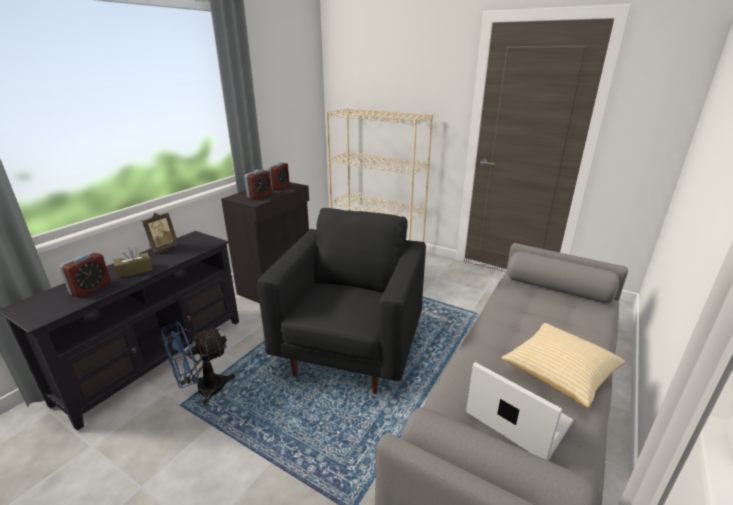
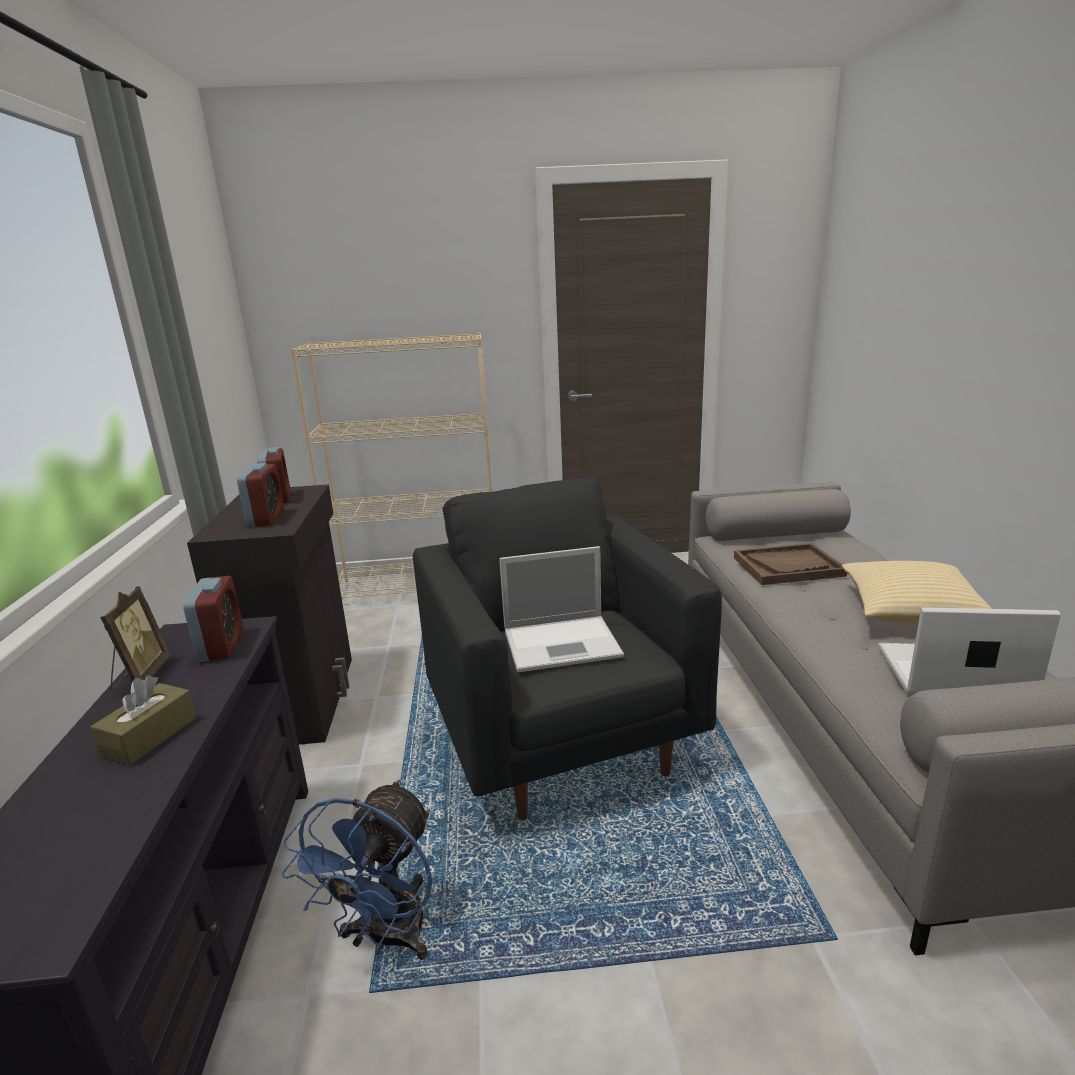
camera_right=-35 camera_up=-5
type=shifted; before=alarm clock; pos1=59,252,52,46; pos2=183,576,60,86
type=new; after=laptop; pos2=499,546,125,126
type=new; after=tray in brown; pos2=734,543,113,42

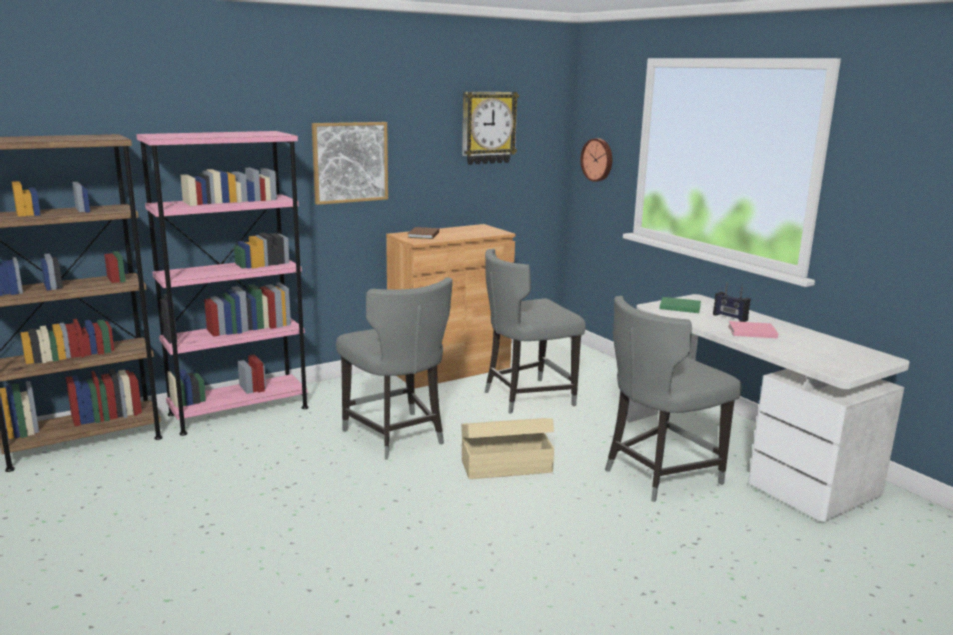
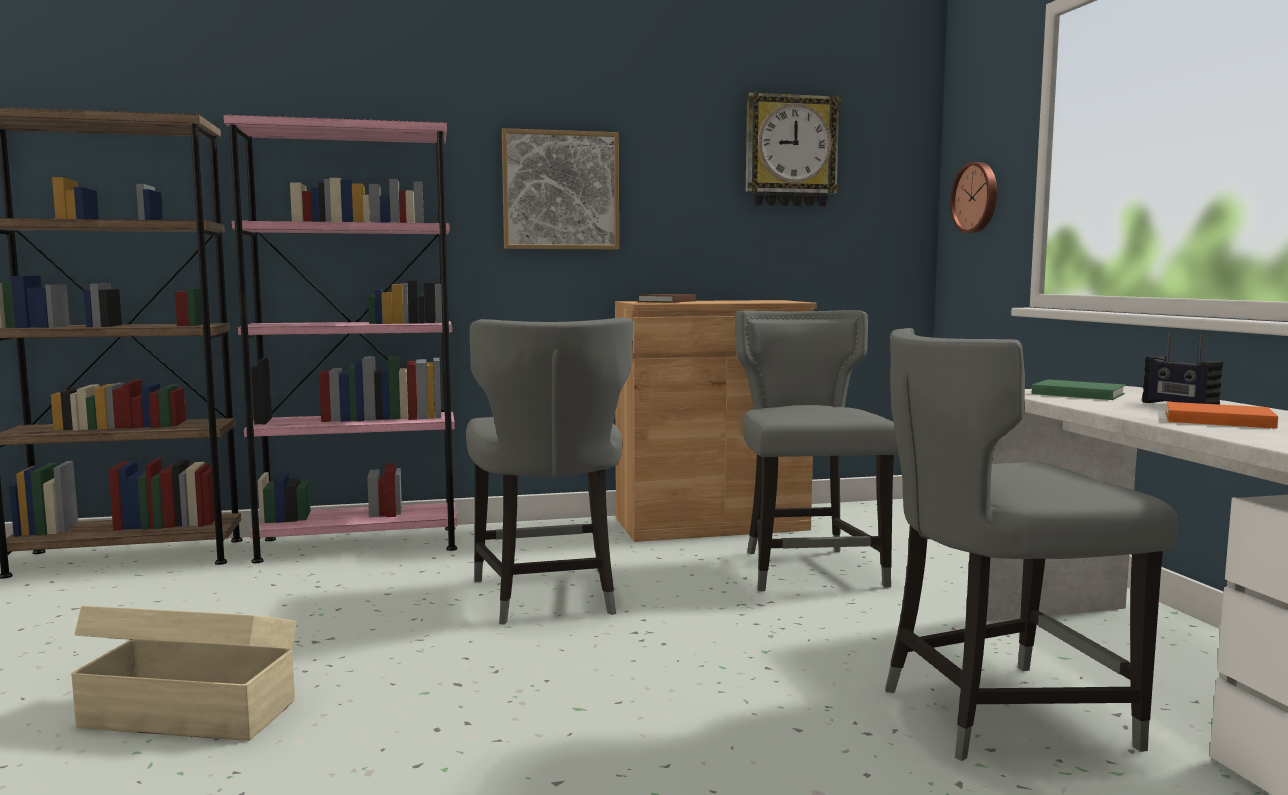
camera_right=20 camera_up=-10
type=shifted; before=storage box in beige; pos1=461,418,93,61; pos2=71,606,225,135
type=rotated; before=chair in grey; pos1=485,249,101,165; pos2=735,310,163,281; turn=90
type=repainted; before=book in pink; after=book in orange; pos1=728,321,50,17; pos2=1166,402,112,27

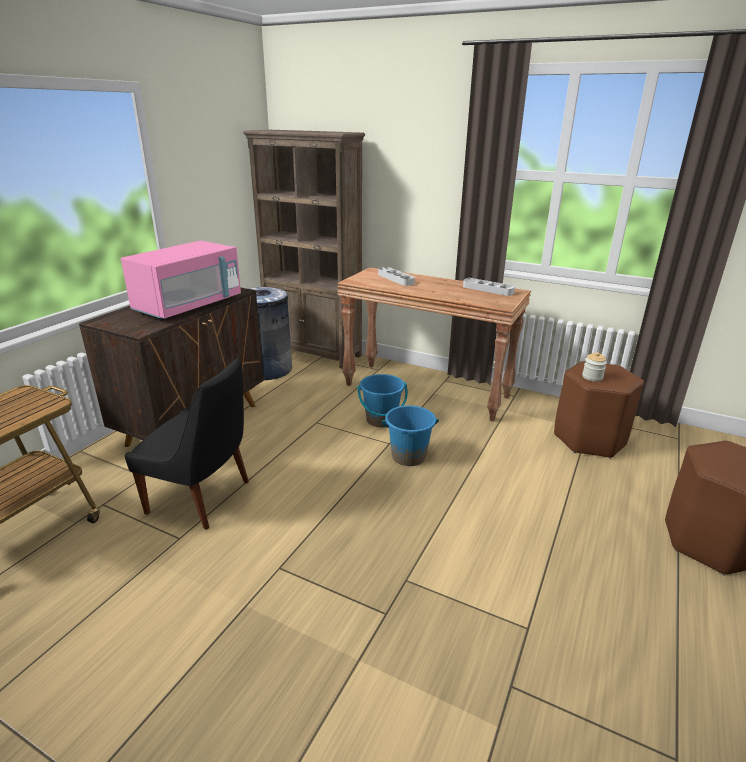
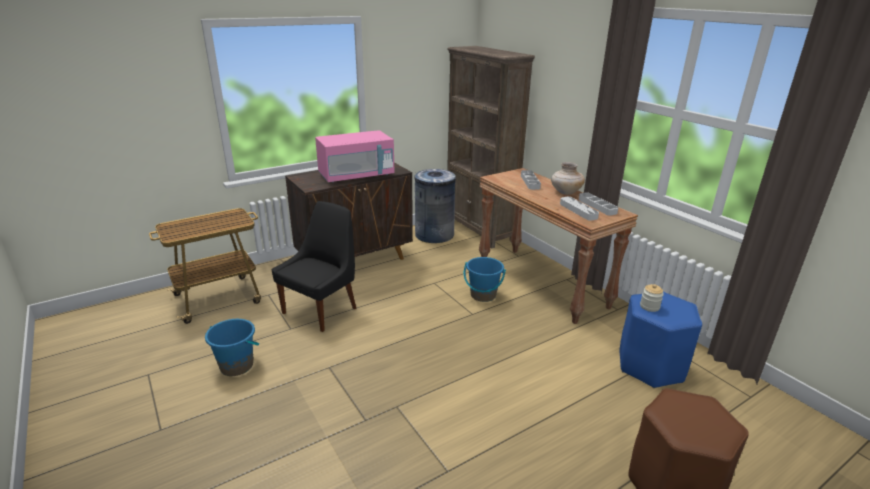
camera_right=30 camera_up=0
type=rotated; before=chair in black; pos1=124,358,125,172; pos2=272,201,84,131; turn=-105
type=shifted; before=bucket in blue; pos1=382,405,57,61; pos2=205,319,54,57
type=repainted; before=stool in brown; after=stool in blue; pos1=554,361,90,98; pos2=619,292,83,96
type=new; after=vase in beige; pos2=551,162,34,33
type=new; after=tray in grey; pos2=560,196,39,25

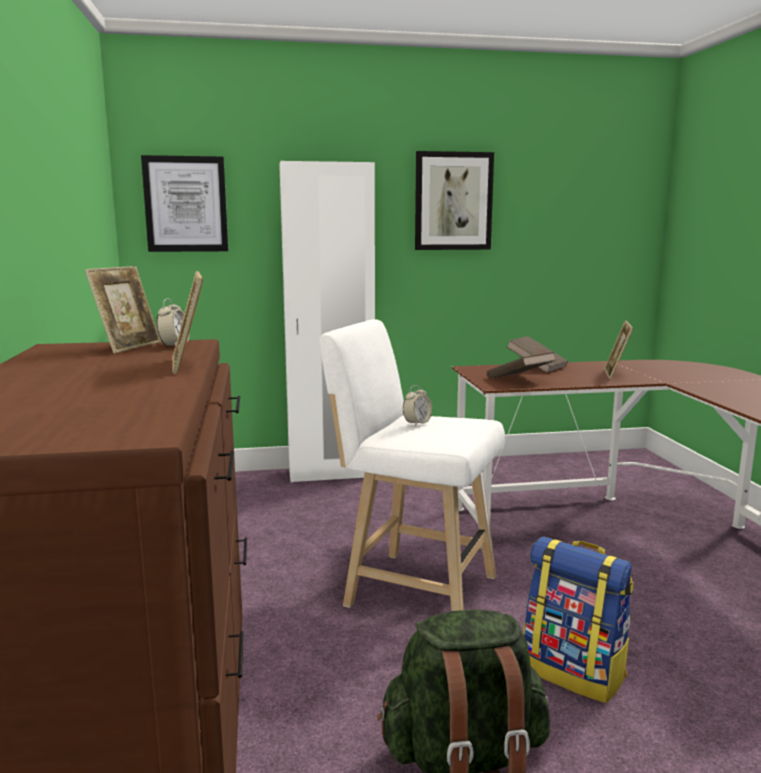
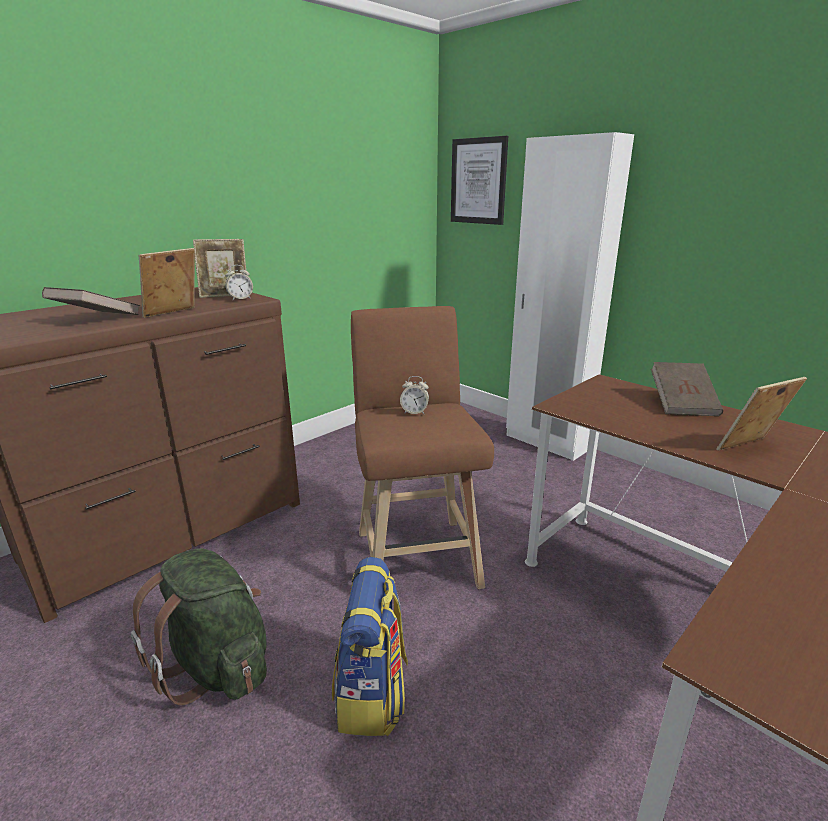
camera_right=55 camera_up=10
type=repainted; before=stool in white; after=stool in brown; pos1=319,319,186,292; pos2=351,306,143,283
type=gone; before=picture; pos1=415,151,79,99
type=shifted; before=book in brown; pos1=487,352,69,27; pos2=42,287,98,28

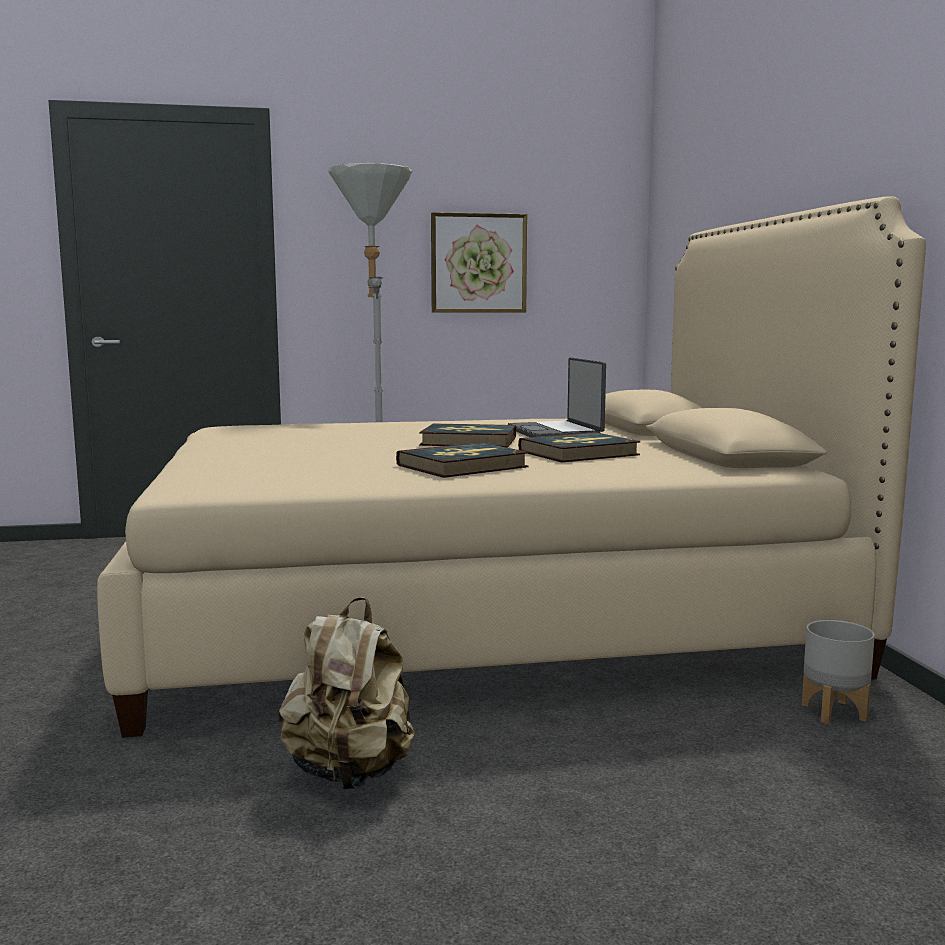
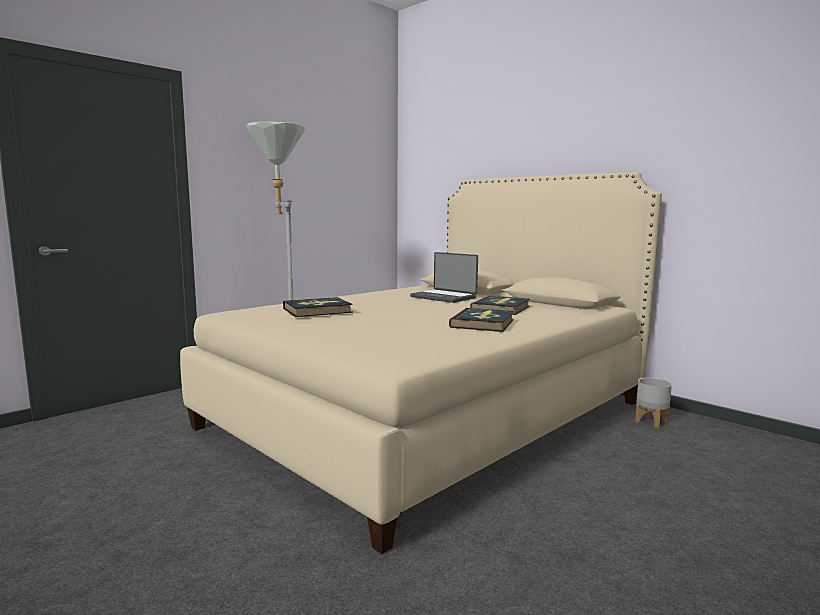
camera_right=-35 camera_up=0
type=gone; before=backpack in beige; pos1=279,597,135,193
type=shifted; before=book; pos1=419,423,97,25; pos2=283,297,70,20
type=gone; before=picture; pos1=431,212,96,101

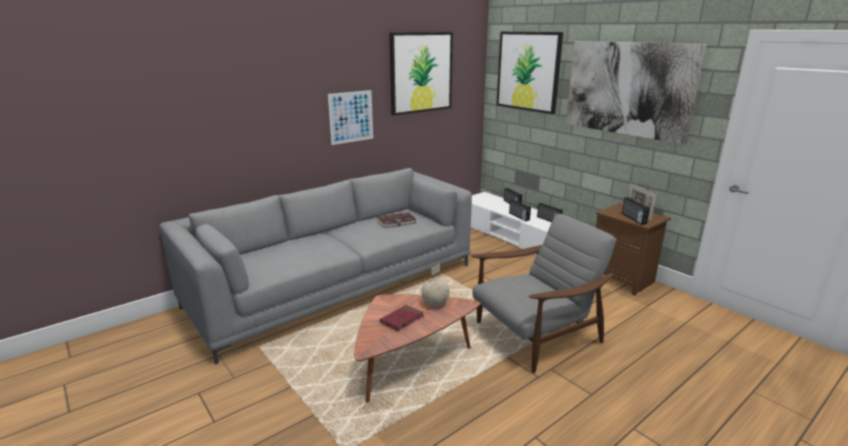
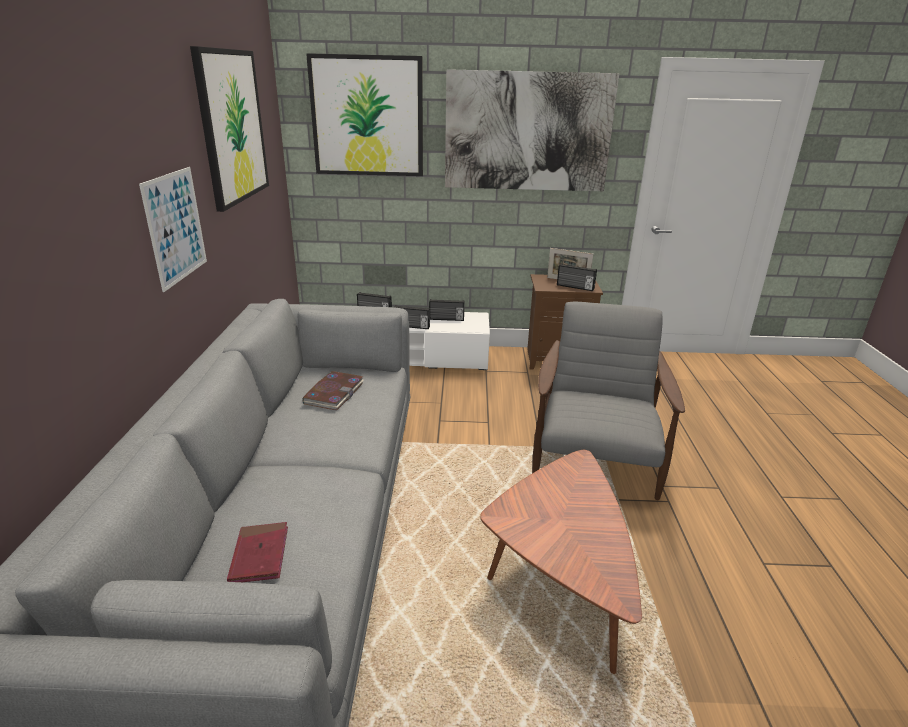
camera_right=-50 camera_up=5
type=shifted; before=book in red; pos1=380,305,44,26; pos2=227,522,61,60
type=gone; before=globe; pos1=422,263,28,43

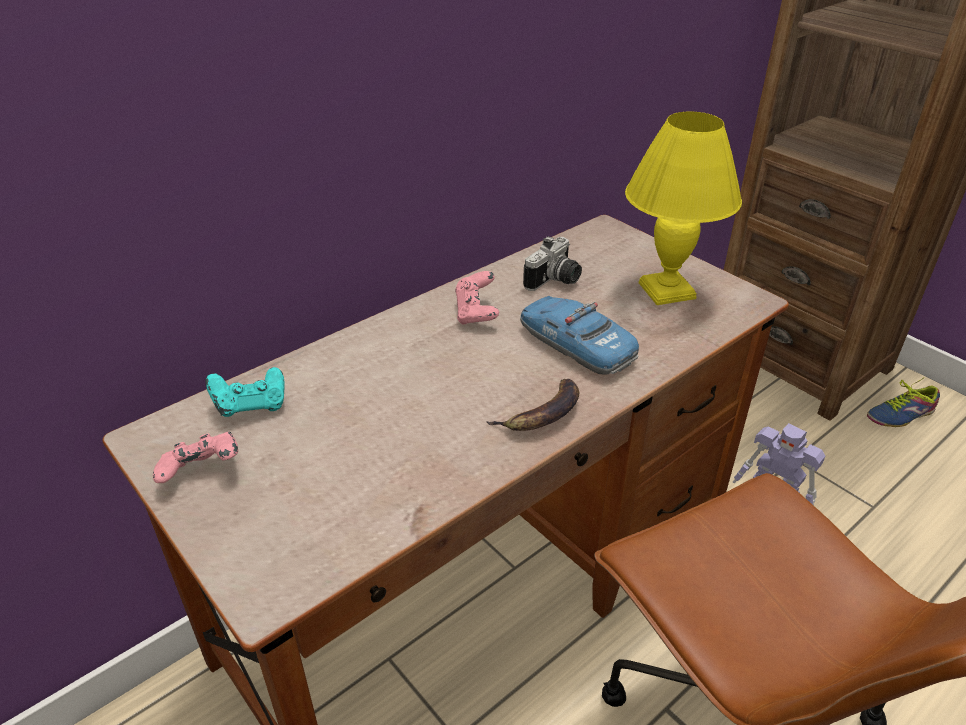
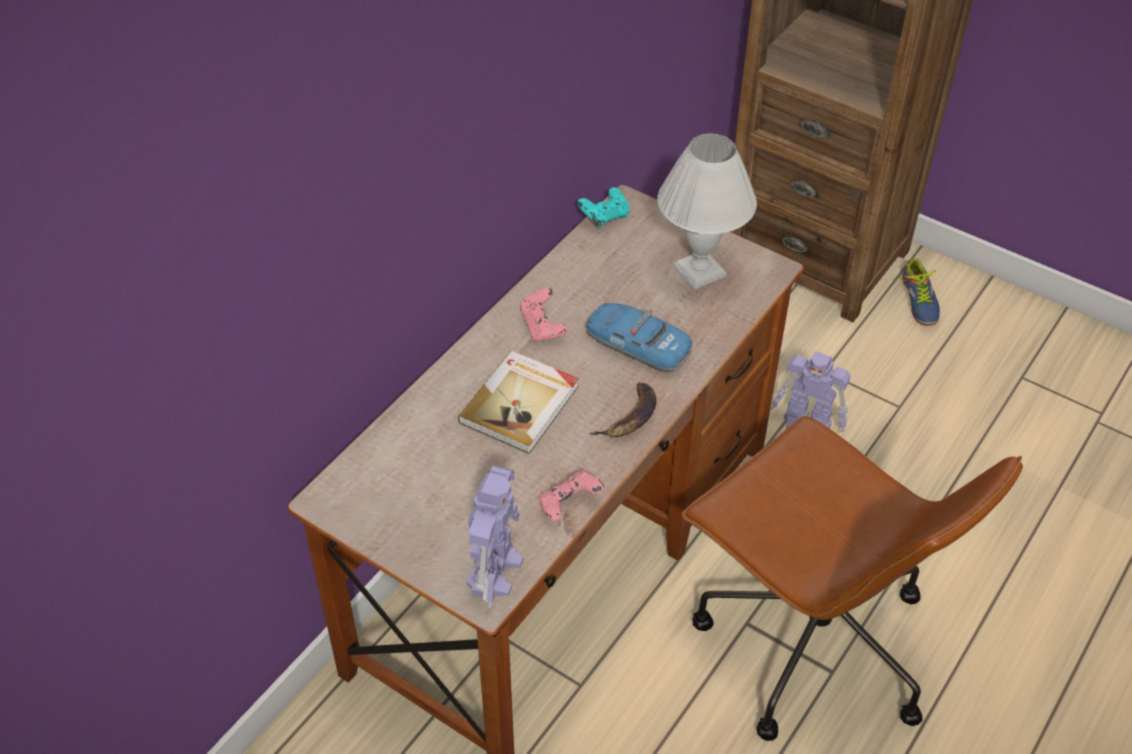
camera_right=-15 camera_up=10
type=shifted; before=game controller in pink; pos1=153,432,85,51; pos2=539,470,65,51
type=shifted; before=game controller in turquoise; pos1=205,367,80,50; pos2=577,187,53,40
type=gone; before=photo camera; pos1=523,236,59,55
type=repainted; before=table lamp in yellow; after=table lamp in white; pos1=625,111,117,194; pos2=657,134,100,156
type=rotated; before=shoe; pos1=867,378,73,49; pos2=899,258,41,68; turn=-60
type=new; after=book; pos2=458,351,121,103
type=new; after=toy robot; pos2=466,466,57,141

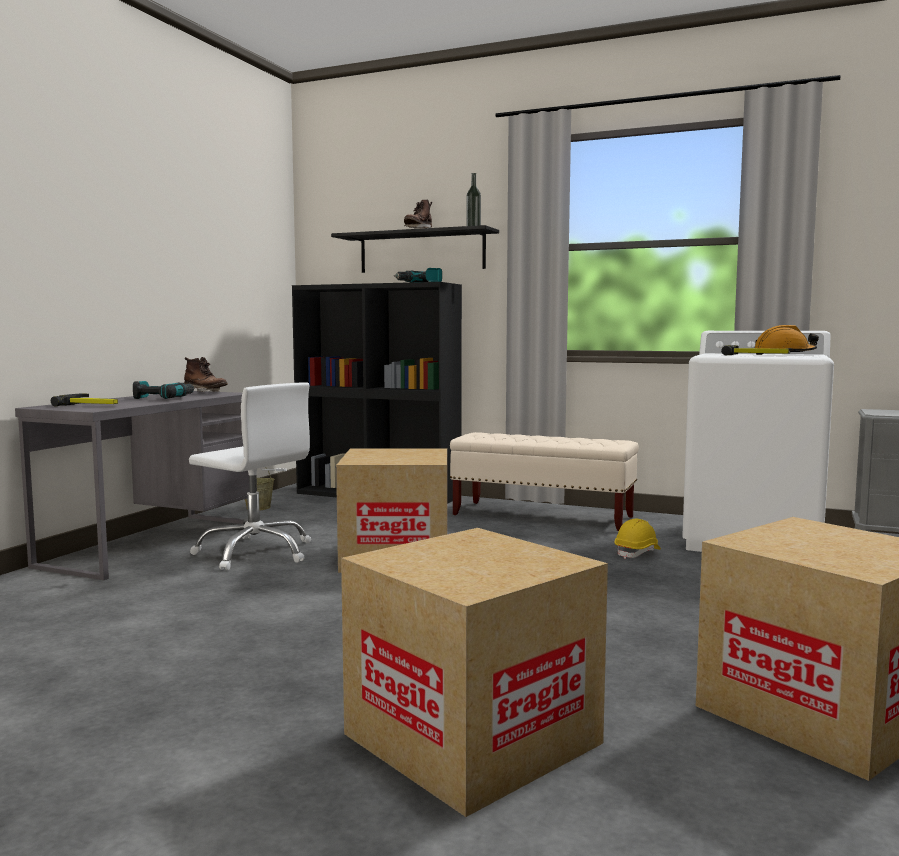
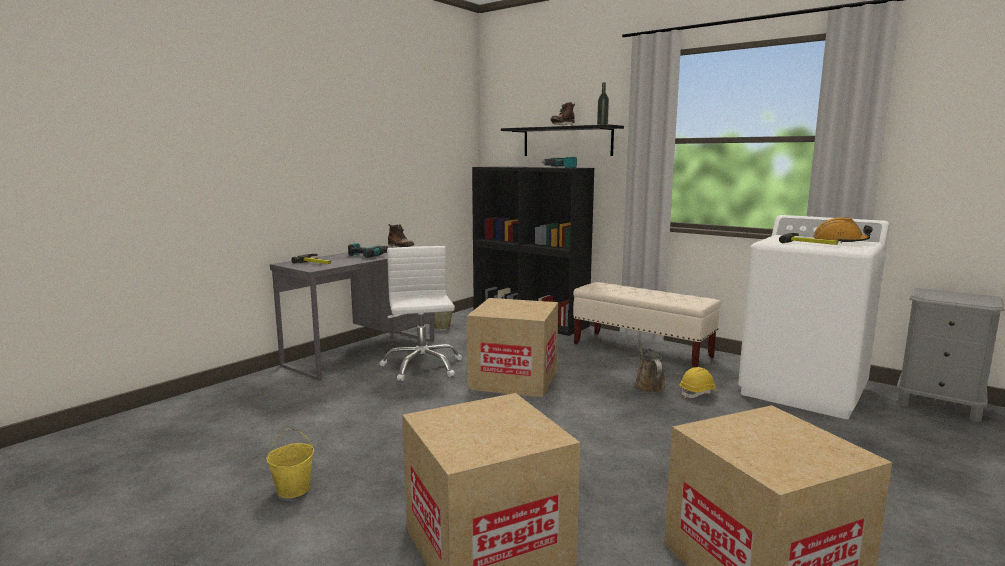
camera_right=15 camera_up=5
type=rotated; before=office chair in white; pos1=189,382,122,188; pos2=379,246,83,135; turn=-150
type=new; after=bucket in yellow; pos2=266,429,48,69
type=new; after=watering can in brown; pos2=634,336,32,57

